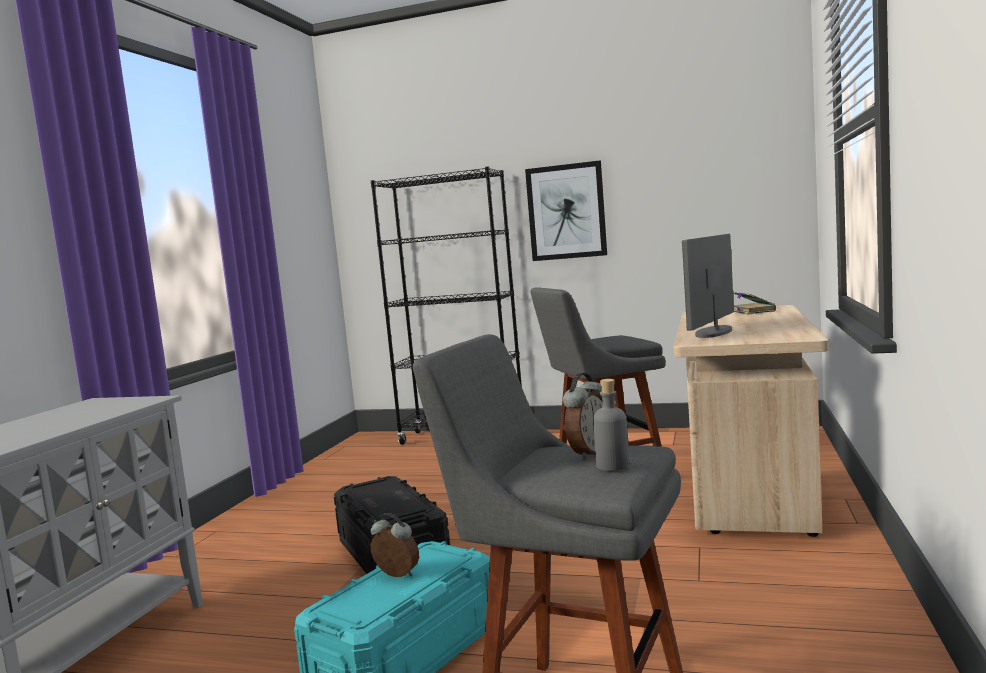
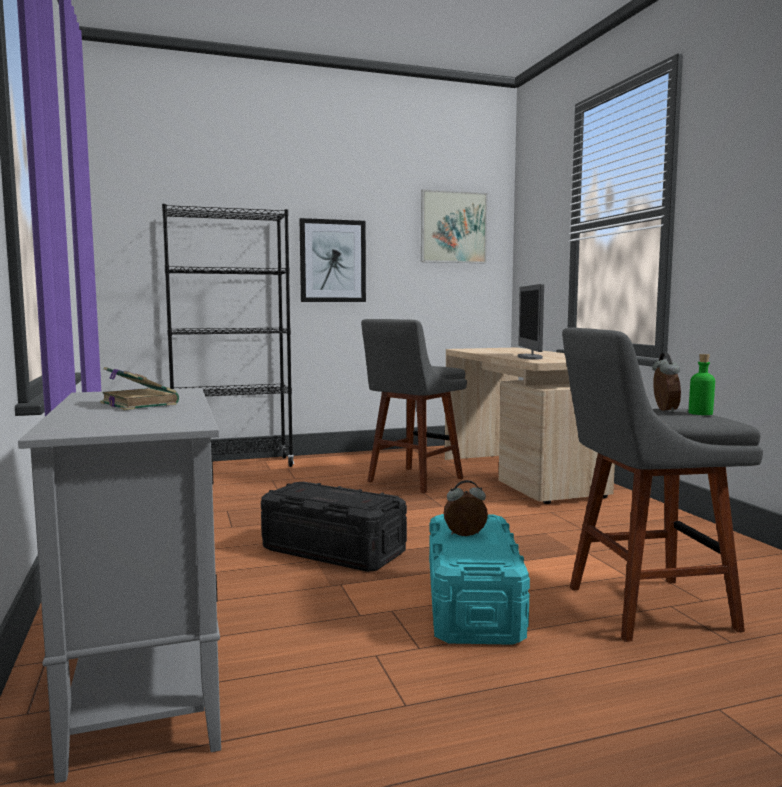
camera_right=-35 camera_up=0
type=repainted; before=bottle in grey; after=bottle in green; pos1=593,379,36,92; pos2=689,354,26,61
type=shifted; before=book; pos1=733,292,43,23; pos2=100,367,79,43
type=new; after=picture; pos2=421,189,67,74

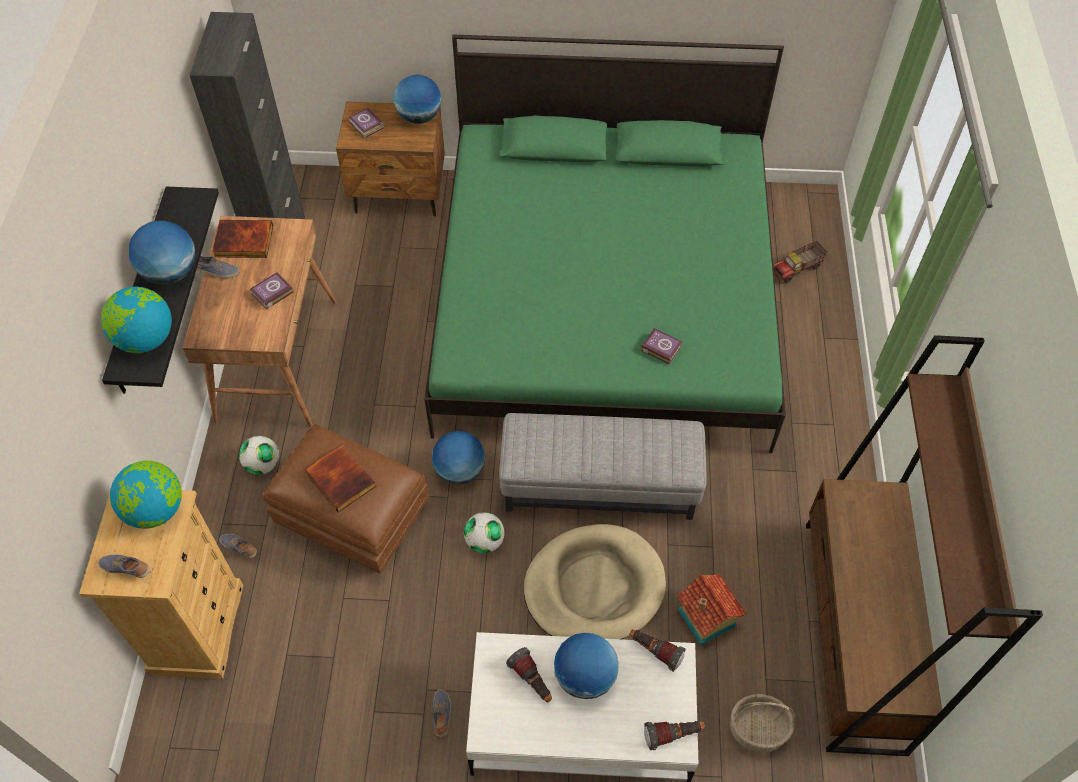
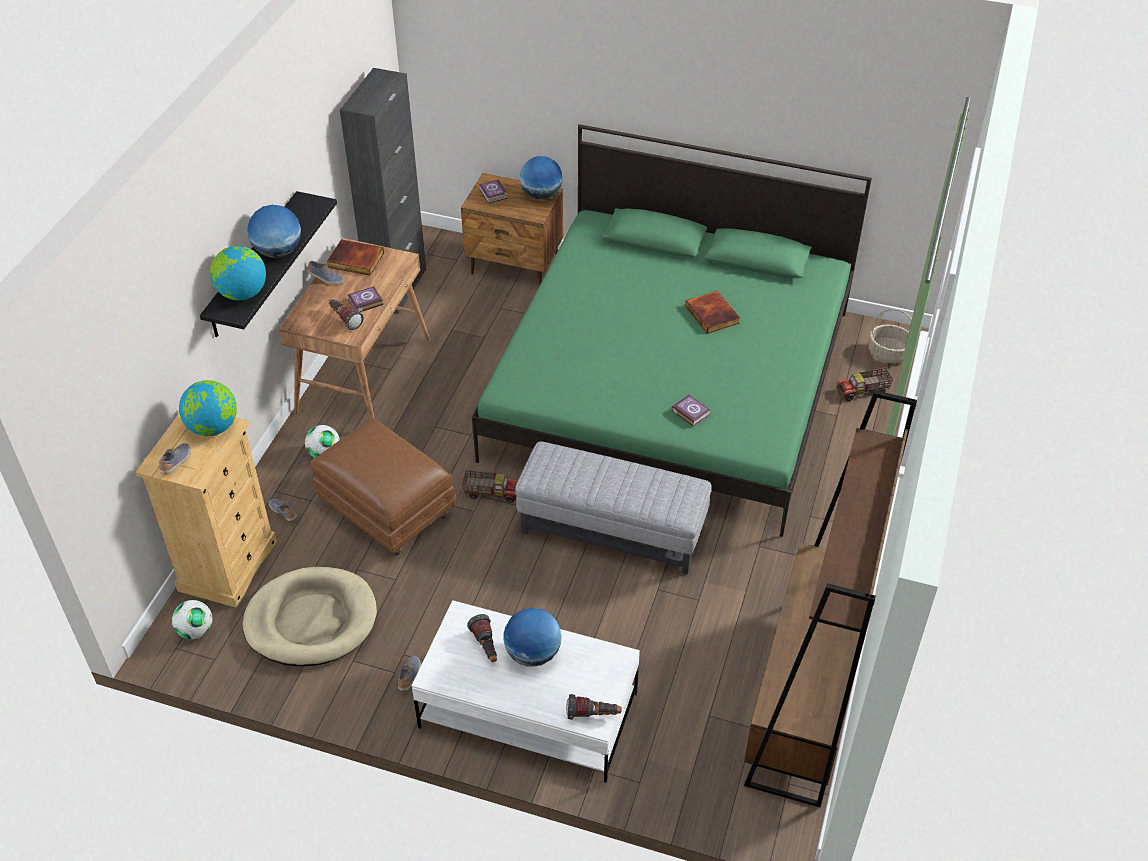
camera_right=15 camera_up=-10
type=rotated; before=shoe; pos1=98,554,52,24; pos2=159,443,32,31; turn=75
type=shifted; before=book; pos1=304,444,72,69; pos2=685,290,55,44
type=swapped; before=globe; after=toy truck; pos1=432,431,53,53; pos2=462,470,56,33
type=shifted; before=football; pos1=464,512,40,41; pos2=172,600,40,39
type=shifted; before=dog bed in beige; pos1=524,524,142,115; pos2=243,567,134,99
type=shifted; before=flashlight; pos1=629,629,57,43; pos2=328,299,35,31
type=gone; before=toy house; pos1=677,574,69,71
type=shifted; before=basket; pos1=730,694,65,59; pos2=869,309,43,54

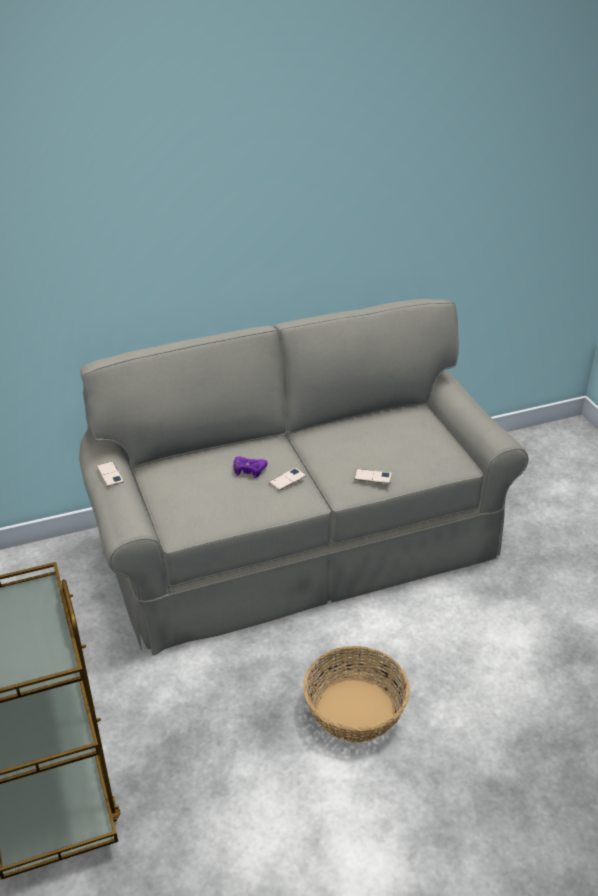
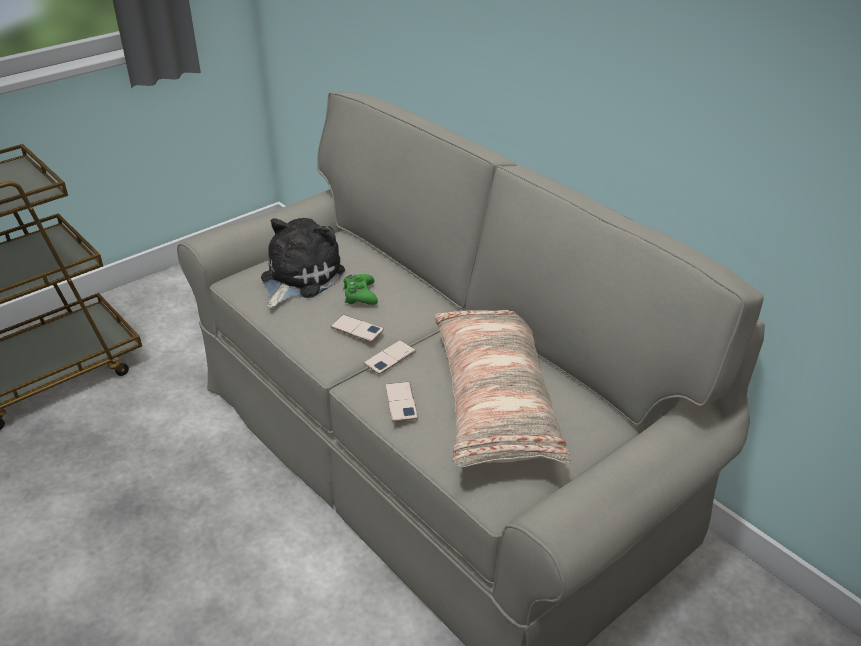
camera_right=70 camera_up=0
type=shifted; before=phone; pos1=97,461,27,26; pos2=363,340,53,34
type=repainted; before=game controller in purple; after=game controller in green; pos1=233,456,35,22; pos2=343,274,35,31
type=gone; before=basket; pos1=303,646,107,97
type=new; after=plush toy; pos2=261,218,84,90
type=new; after=pillow; pos2=434,310,137,157

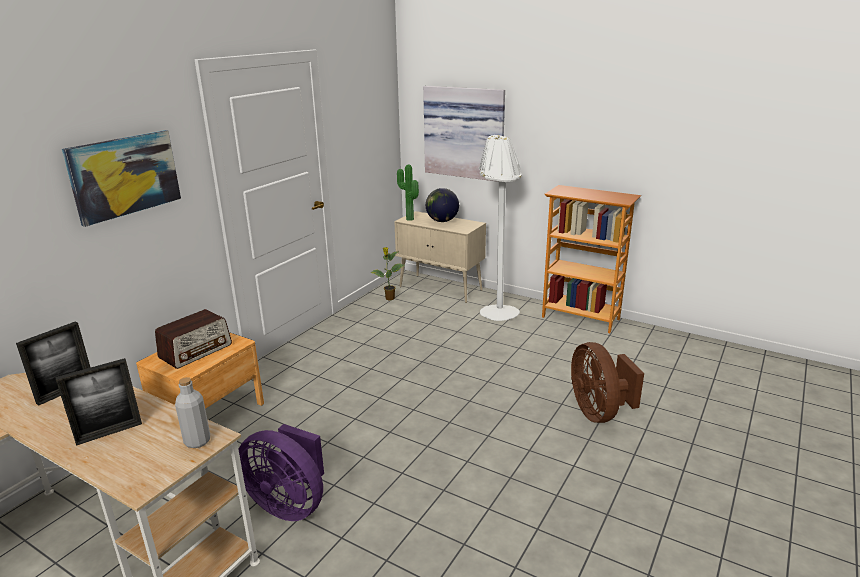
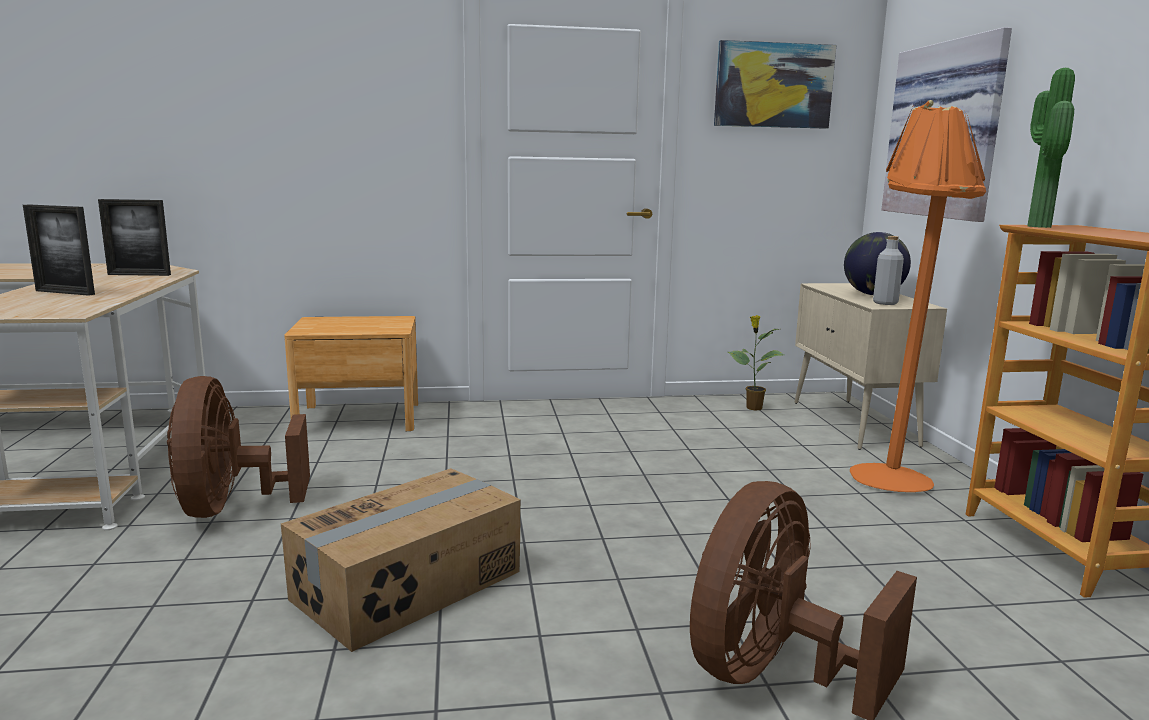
camera_right=50 camera_up=-10
type=shifted; before=picture; pos1=62,130,119,97; pos2=714,40,122,89
type=gone; before=radio; pos1=155,309,77,60
type=shifted; before=bottle in grey; pos1=175,377,35,71; pos2=873,236,31,69
type=repainted; before=fan in purple; after=fan in brown; pos1=238,424,86,97; pos2=167,376,143,142
type=shifted; before=potted plant; pos1=397,165,22,56; pos2=1027,68,48,160
type=repainted; before=floor lamp in white; after=floor lamp in orange; pos1=479,135,42,186; pos2=850,100,136,392
type=new; after=cardboard box; pos2=281,468,240,184

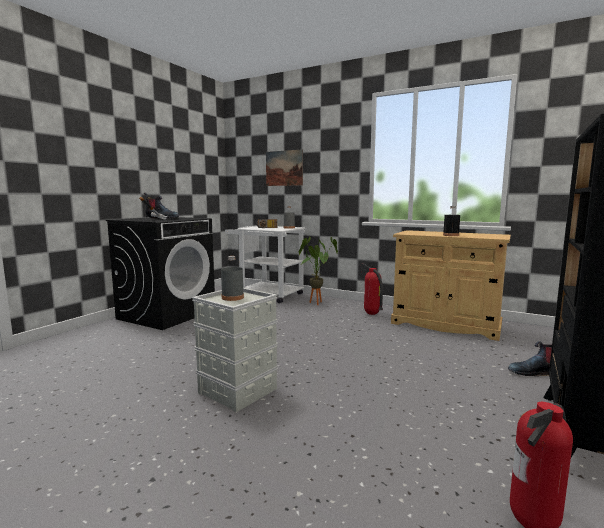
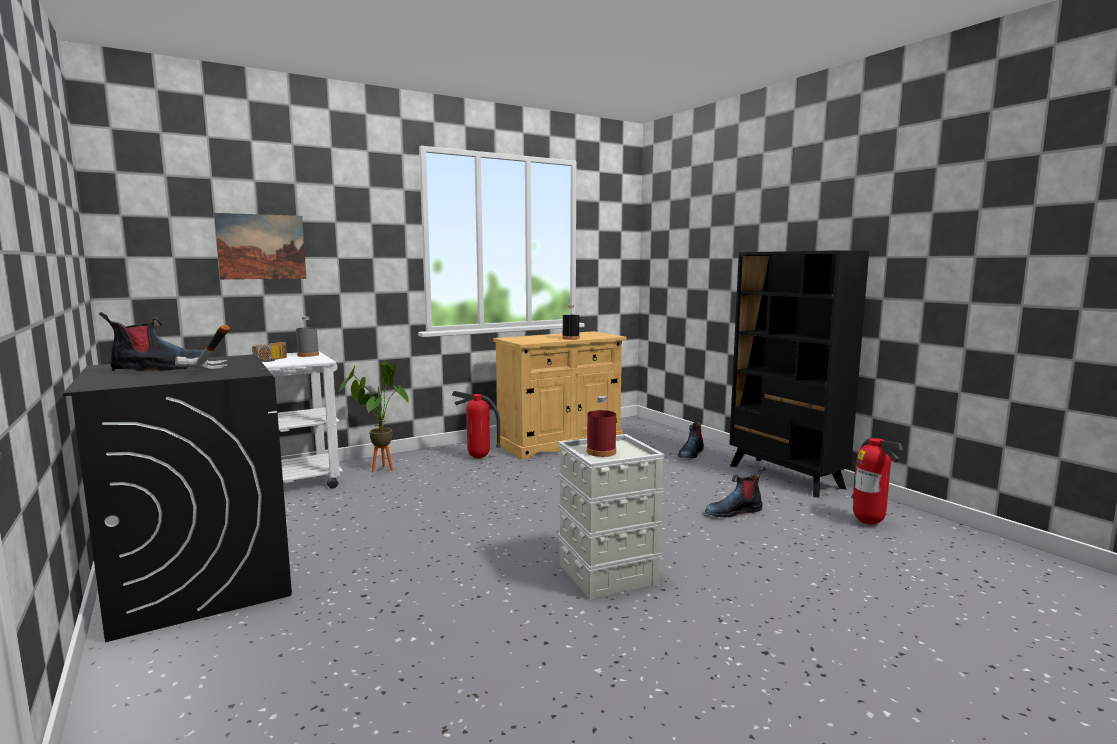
camera_right=-60 camera_up=0
type=repainted; before=bottle in grey; after=bottle in red; pos1=221,256,23,45; pos2=587,396,29,61
type=new; after=boot; pos2=705,467,61,51

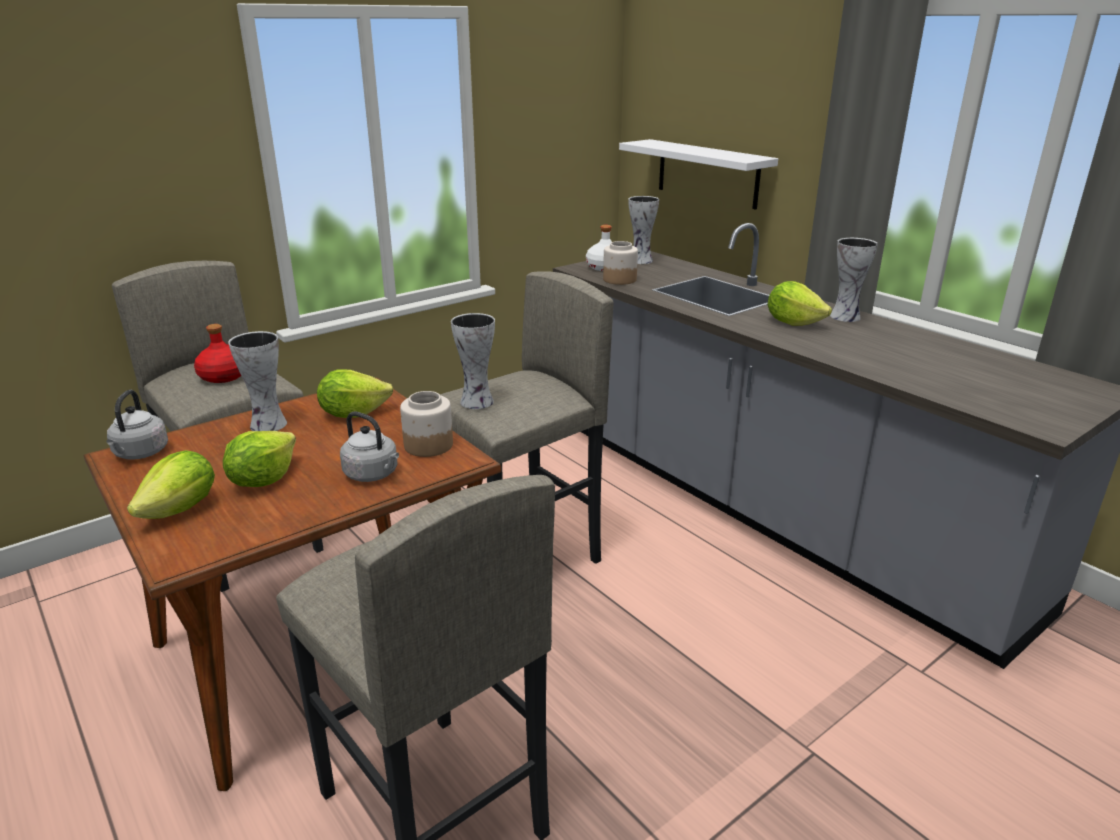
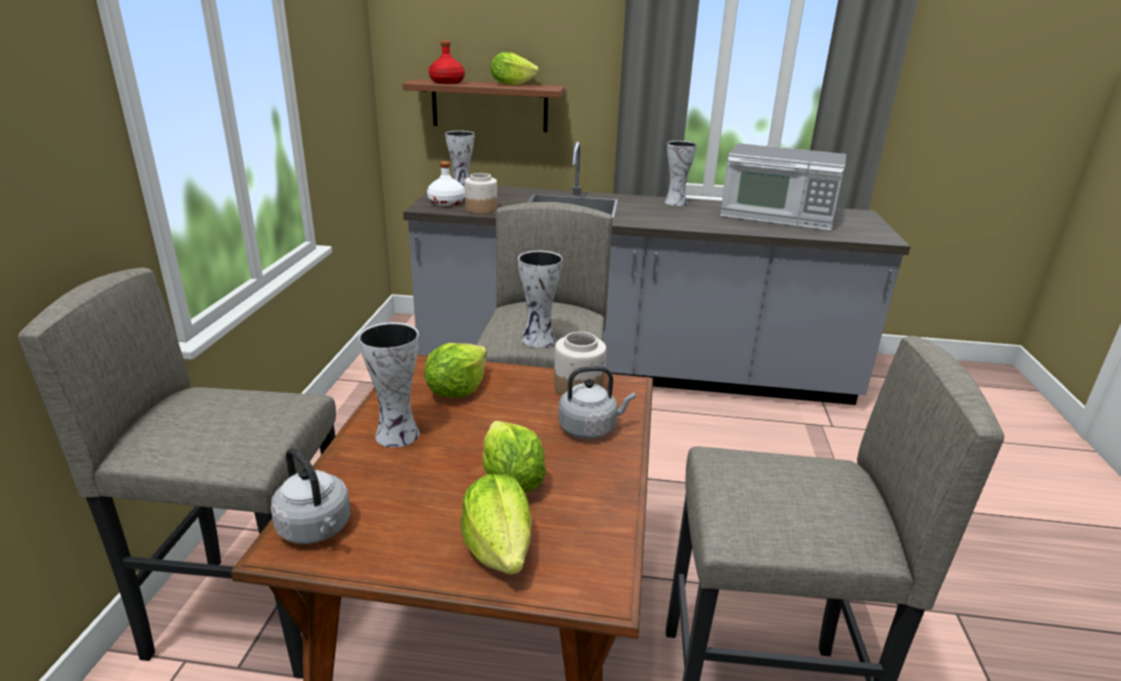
camera_right=-45 camera_up=0
type=shifted; before=bottle in red; pos1=194,324,47,59; pos2=429,41,36,43
type=repainted; before=shelf in white; after=shelf in brown; pos1=619,139,159,71; pos2=402,79,163,53
type=shifted; before=lettuce; pos1=767,281,65,45; pos2=491,52,48,34
type=new; after=microwave; pos2=720,143,126,88

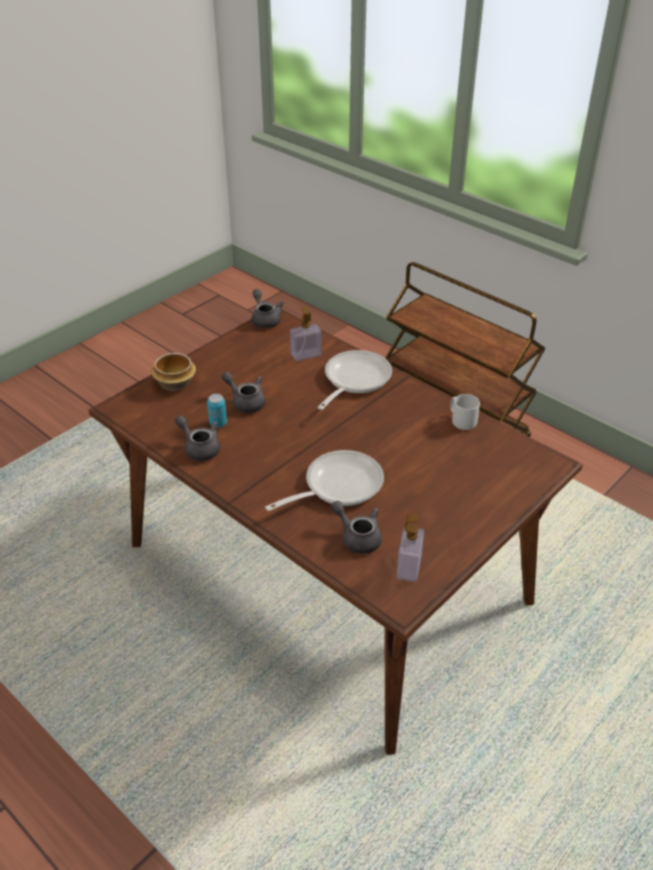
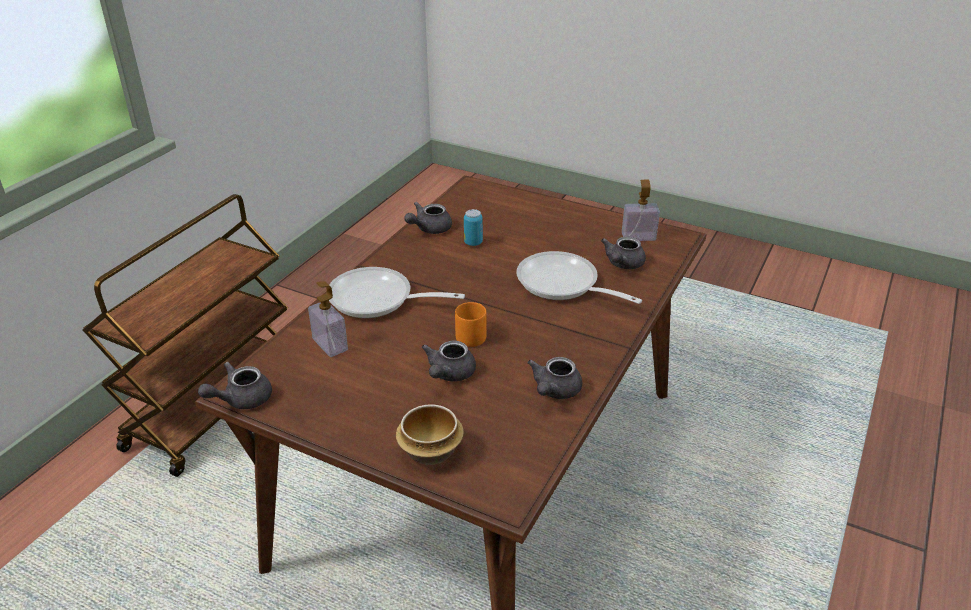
camera_right=-105 camera_up=-5
type=shifted; before=can; pos1=207,394,20,34; pos2=464,209,19,37
type=swapped; before=mug in grey; after=teapot in grey; pos1=450,394,30,36; pos2=404,202,48,32
type=new; after=mug in orange; pos2=455,302,32,45

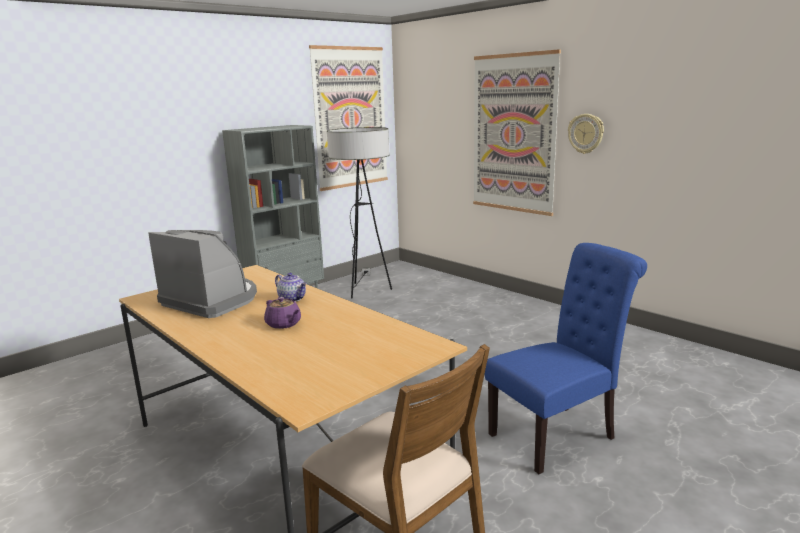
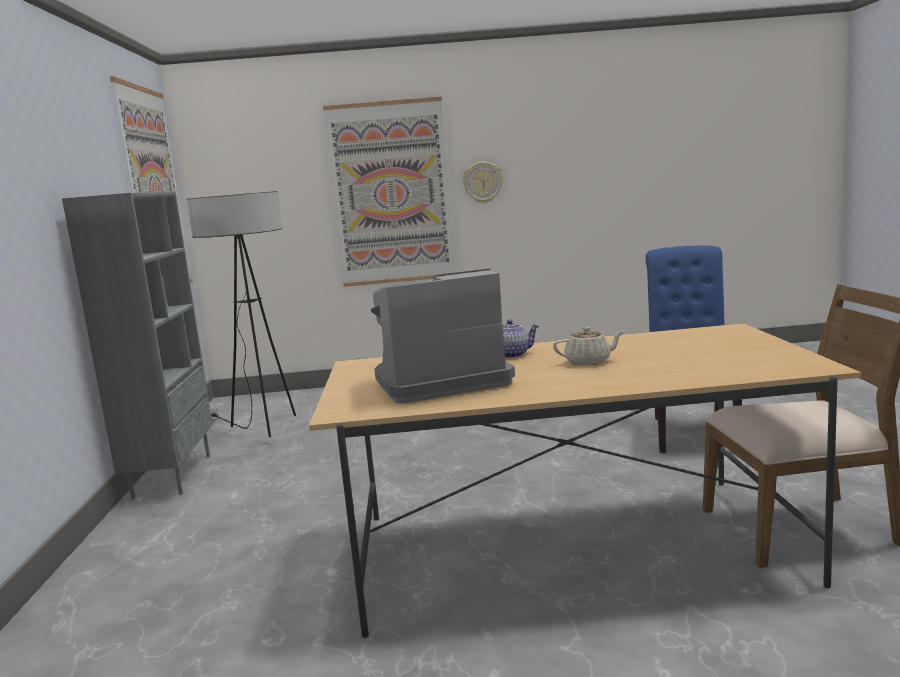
camera_right=-50 camera_up=-5
type=repainted; before=teapot in purple; after=teapot in beige; pos1=264,297,37,32; pos2=553,327,72,39

